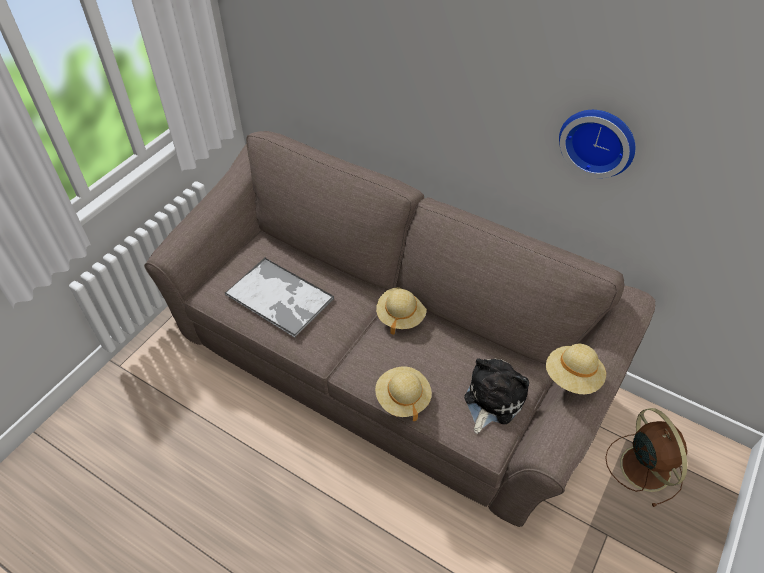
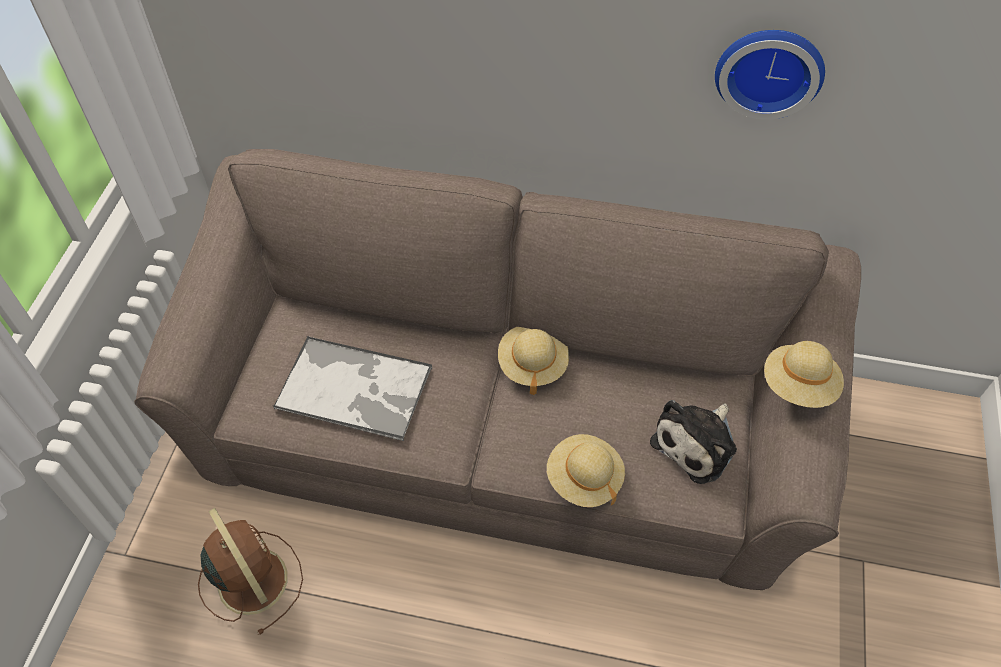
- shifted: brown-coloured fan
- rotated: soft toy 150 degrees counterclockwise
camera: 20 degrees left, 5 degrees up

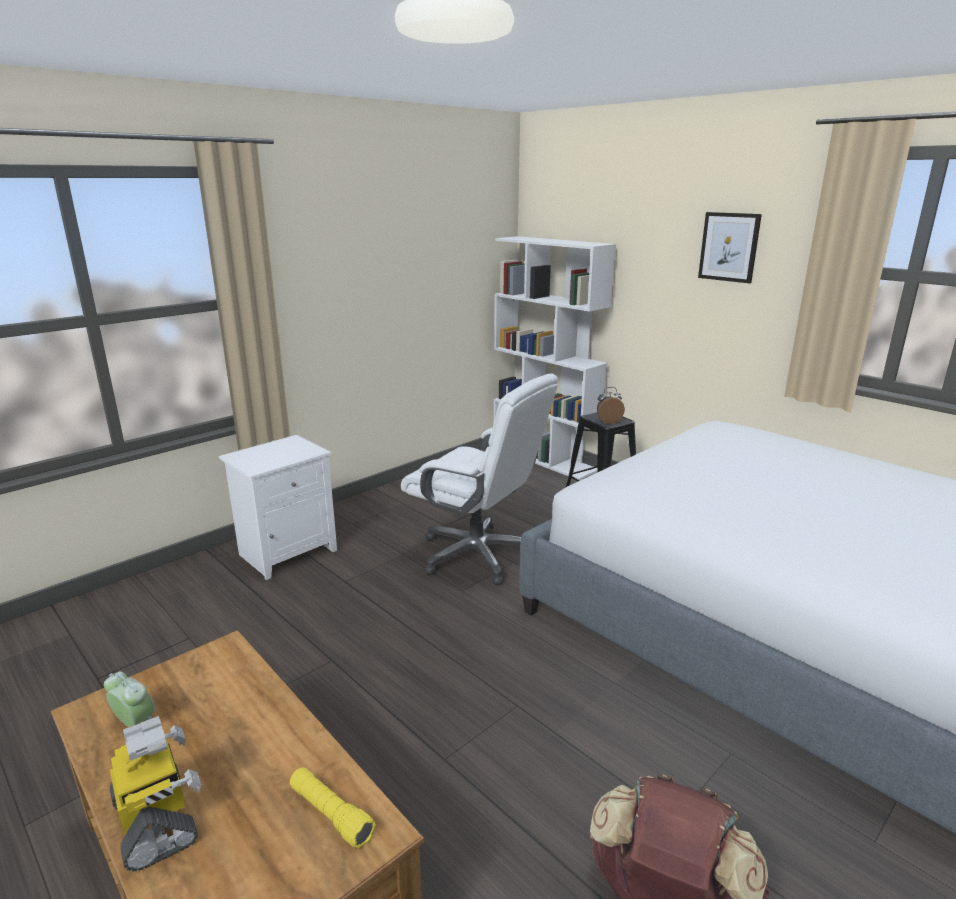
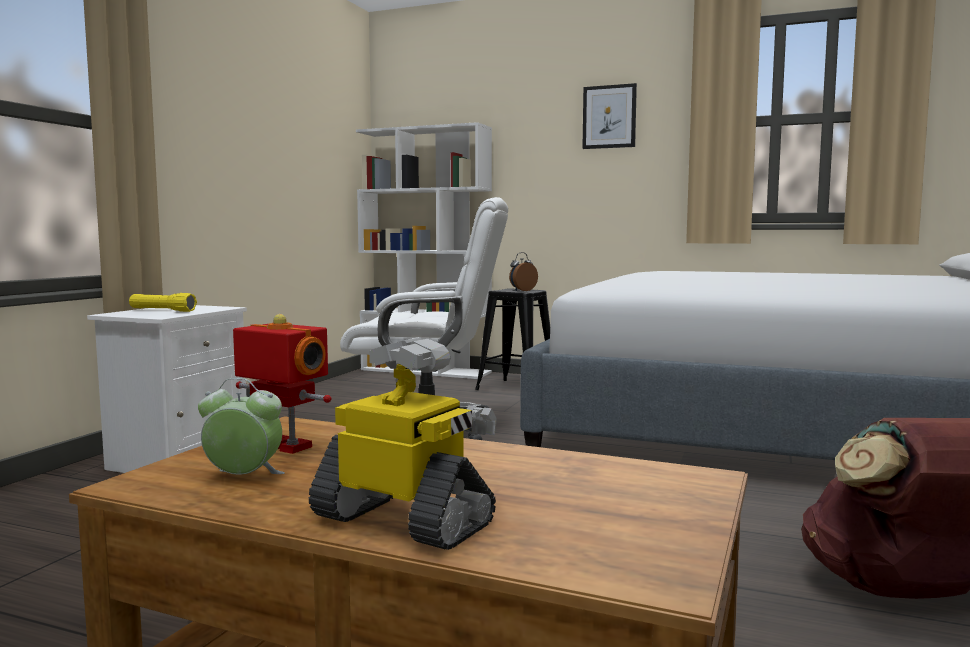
- new: toy robot (no. 1 from left)
- shifted: yellowish hand torch
camera: 25 degrees left, 15 degrees down

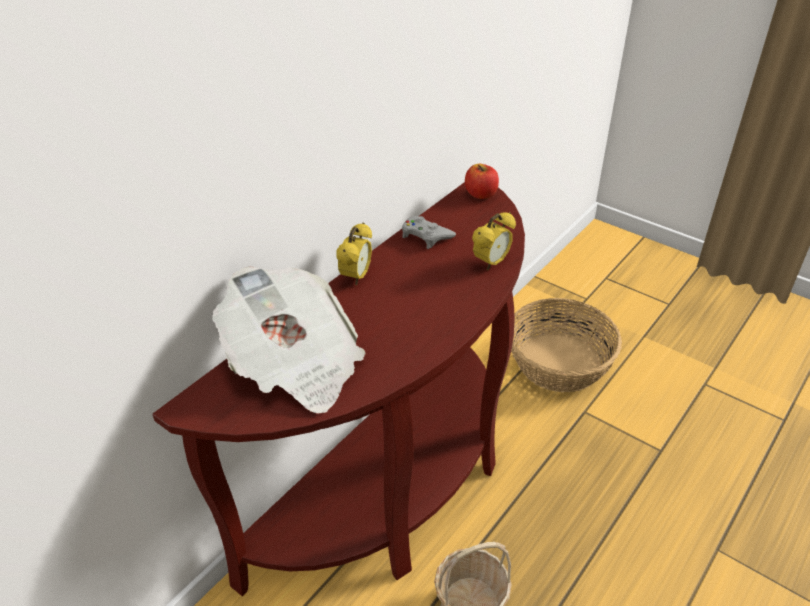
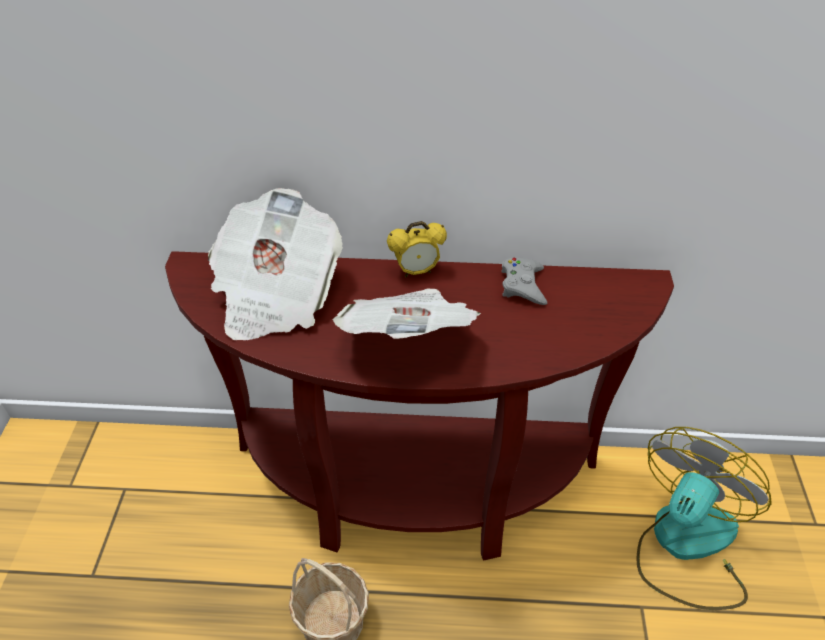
- gone: whole apple
- gone: table clock (no. 2 from left)
- new: printed paper (no. 2 from left)
- swapped: storage basket (no. 2 from left) to fan
camera: 55 degrees right, 5 degrees up

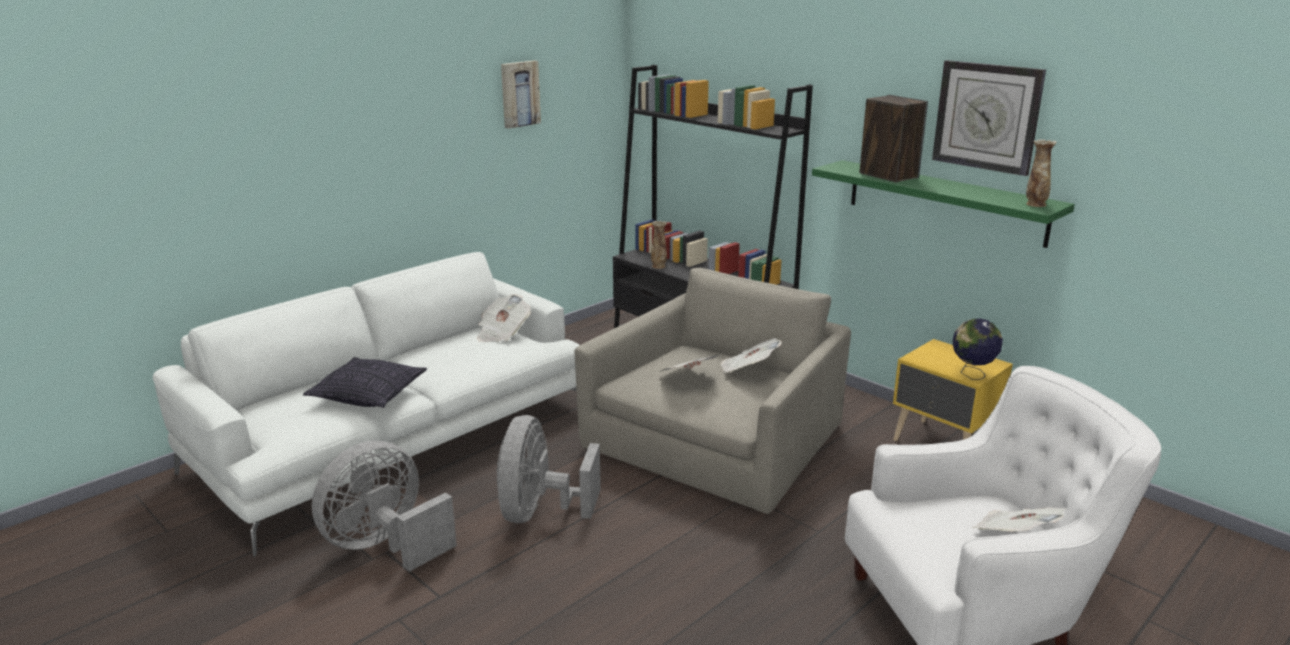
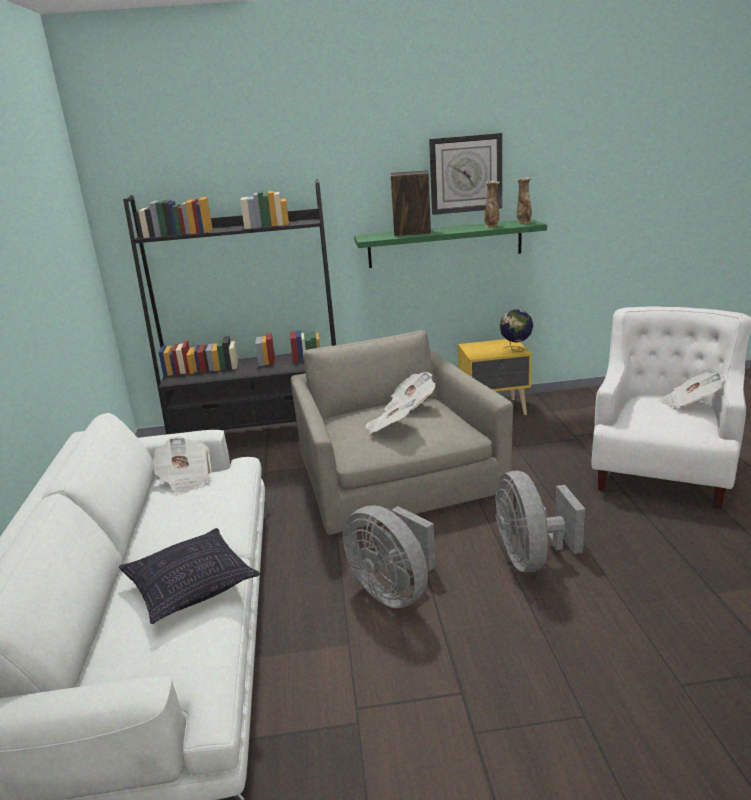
- gone: wall picture
- shifted: grey fan (no. 1 from left in the first image) to grey fan (no. 2 from left)
- shifted: vase (no. 1 from left)
camera: 50 degrees left, 0 degrees up

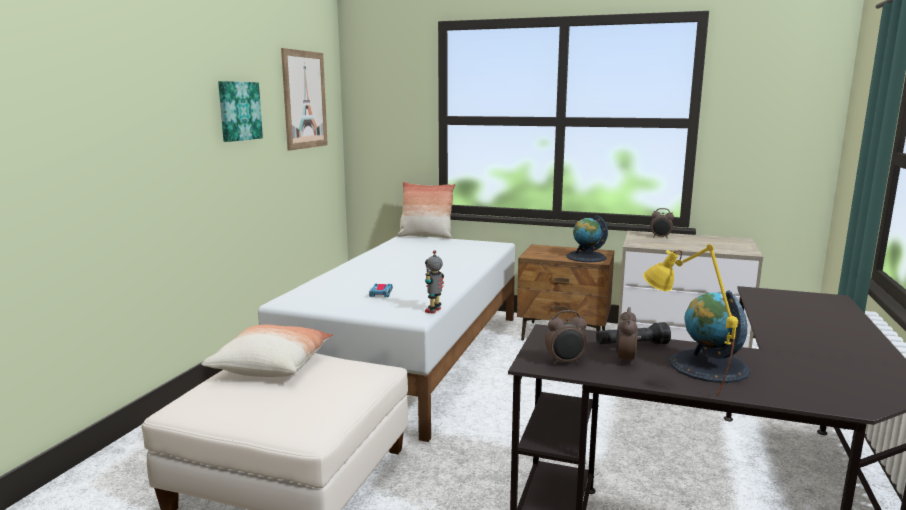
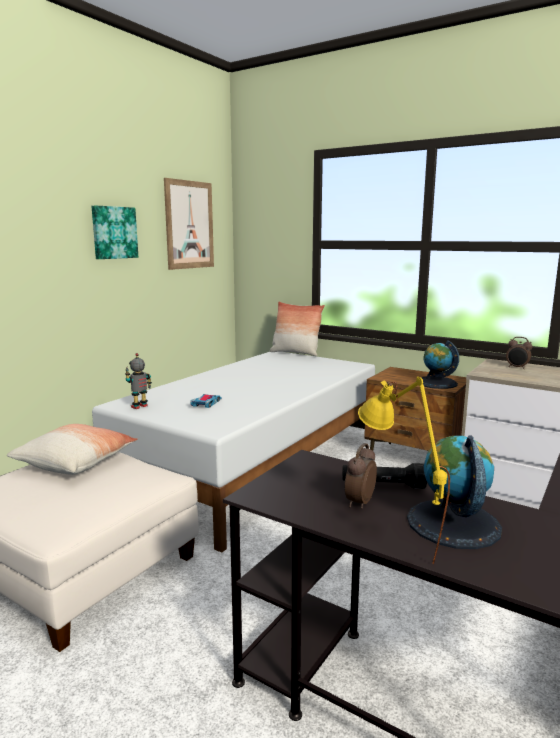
- gone: table clock (no. 1 from left)
- shifted: toy robot
camera: 15 degrees right, 0 degrees up

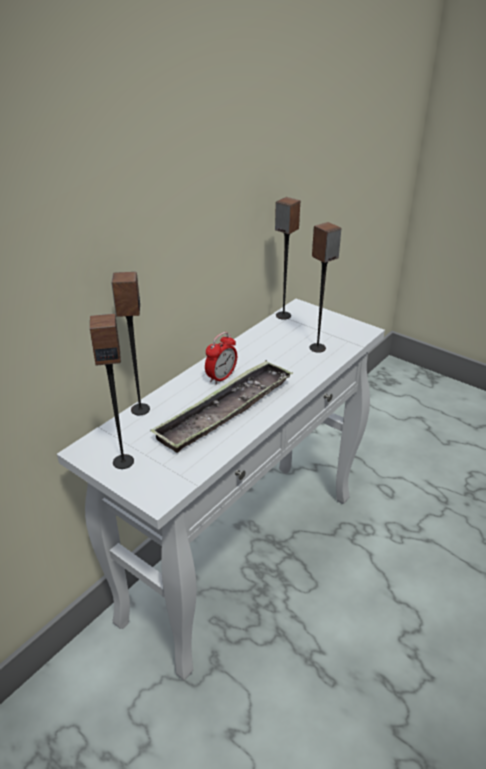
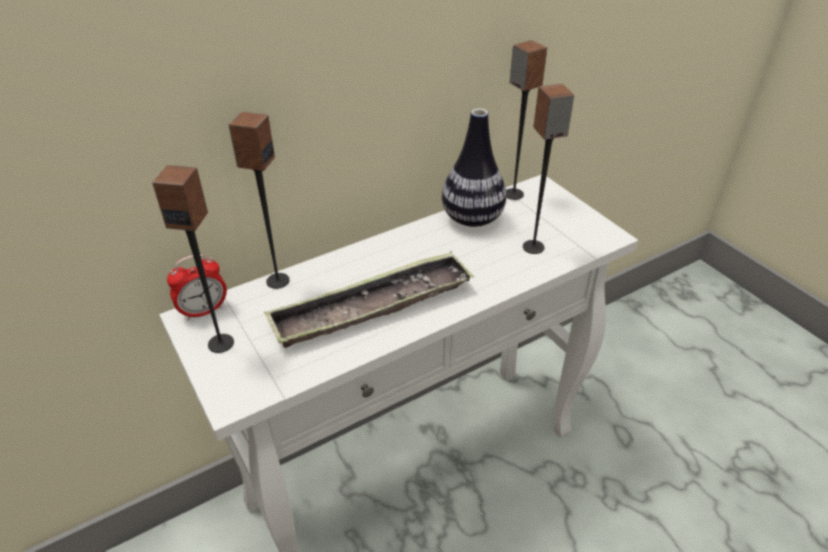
- new: vase
- shifted: table clock
camera: 20 degrees right, 5 degrees up

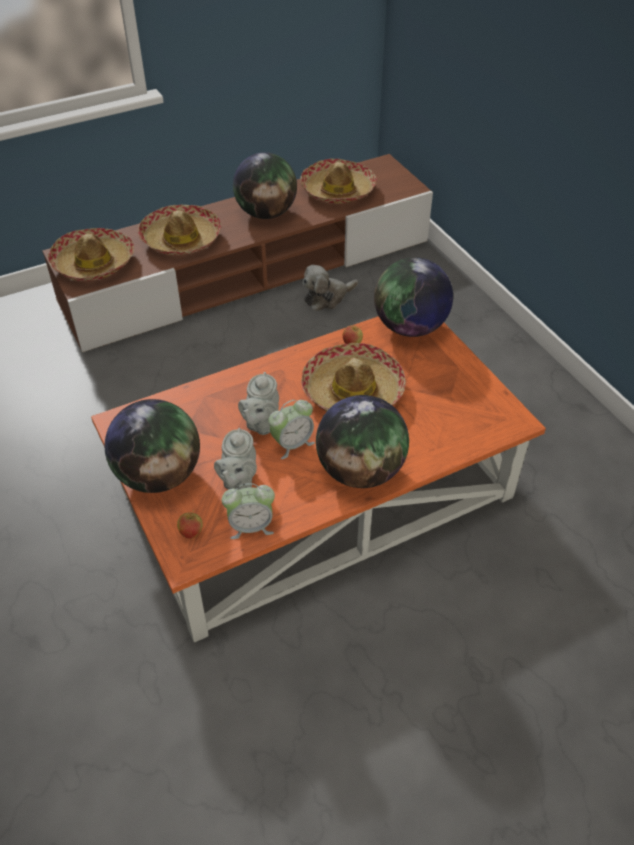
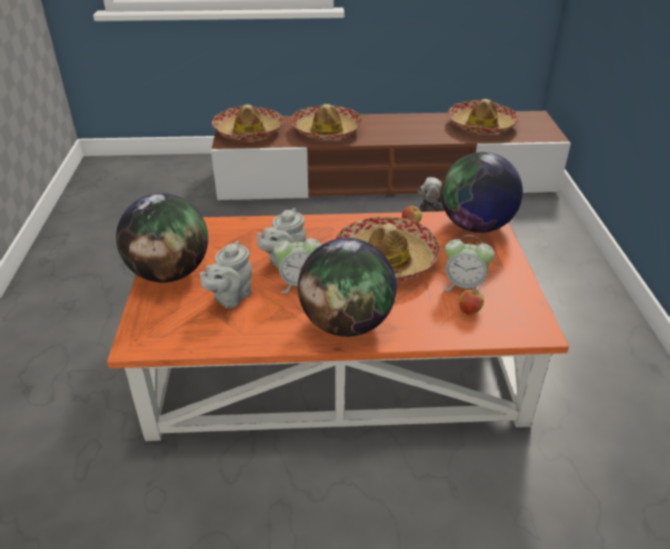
- gone: globe (no. 2 from left)
- shifted: whole apple (no. 1 from left in the first image) to whole apple (no. 2 from left)
- shifted: table clock (no. 1 from left in the first image) to table clock (no. 2 from left)
camera: 25 degrees right, 10 degrees down

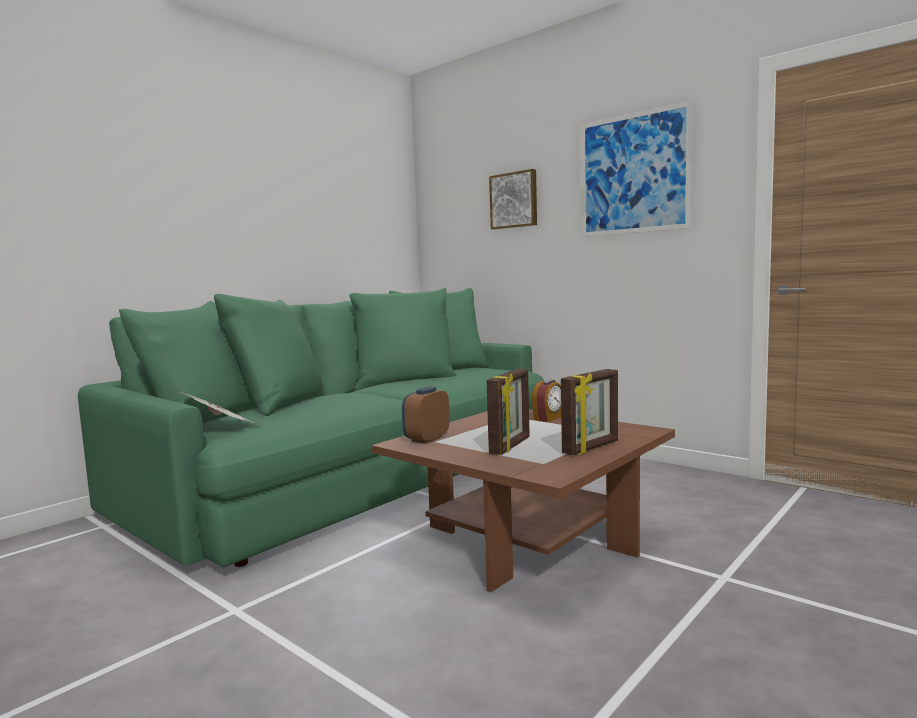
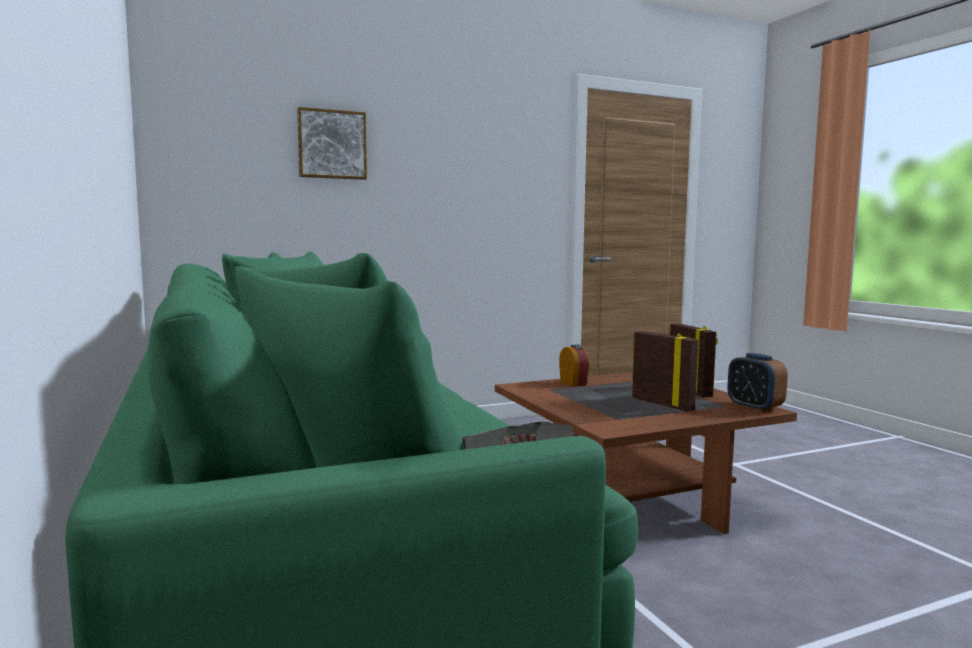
- gone: wall picture (no. 2 from left)
- shifted: table clock (no. 1 from left in the first image) to table clock (no. 2 from left)
camera: 65 degrees left, 0 degrees up

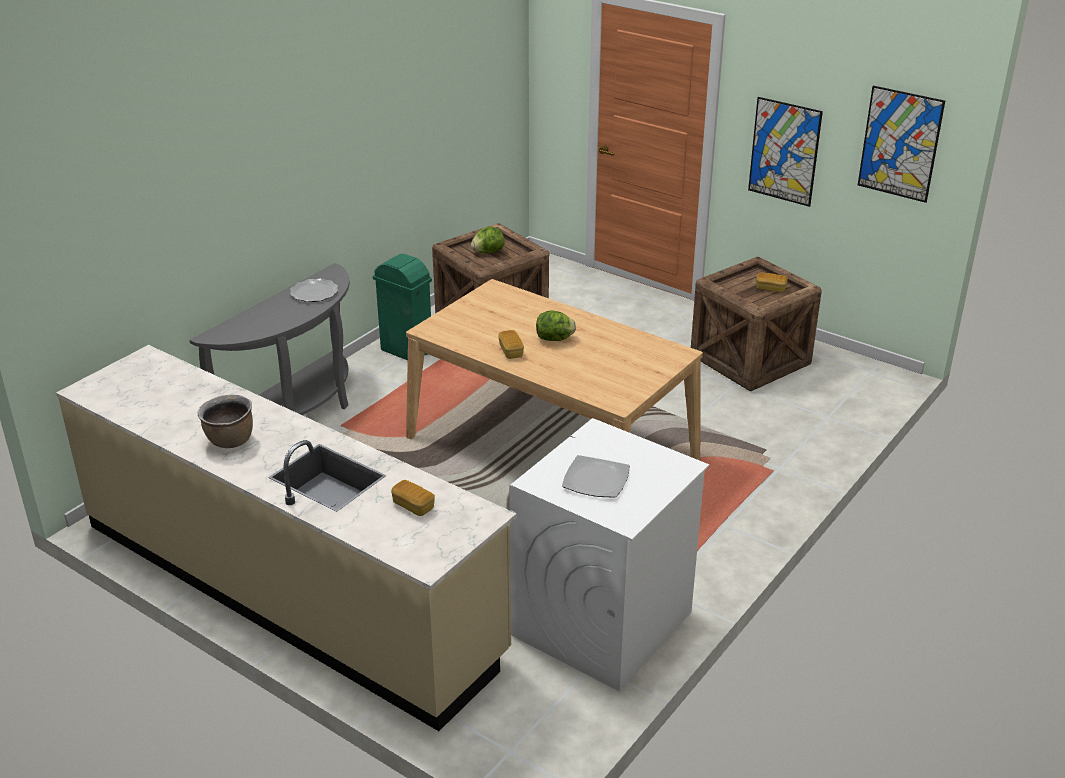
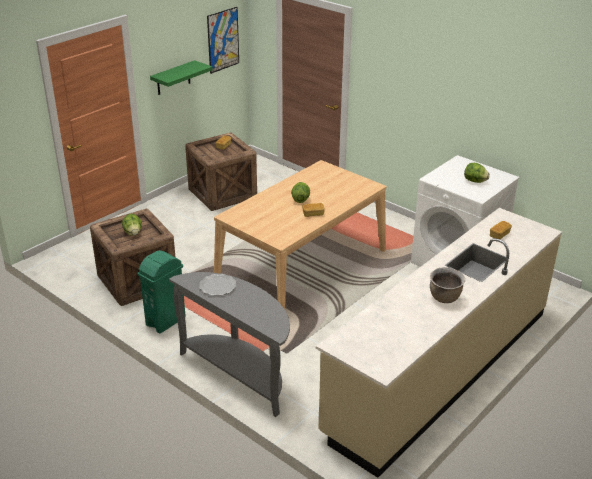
- swapped: plate (no. 2 from left) to lettuce head (no. 3 from left)
- swapped: wall picture (no. 1 from left) to greenish bracket shelf
camera: 85 degrees left, 0 degrees up

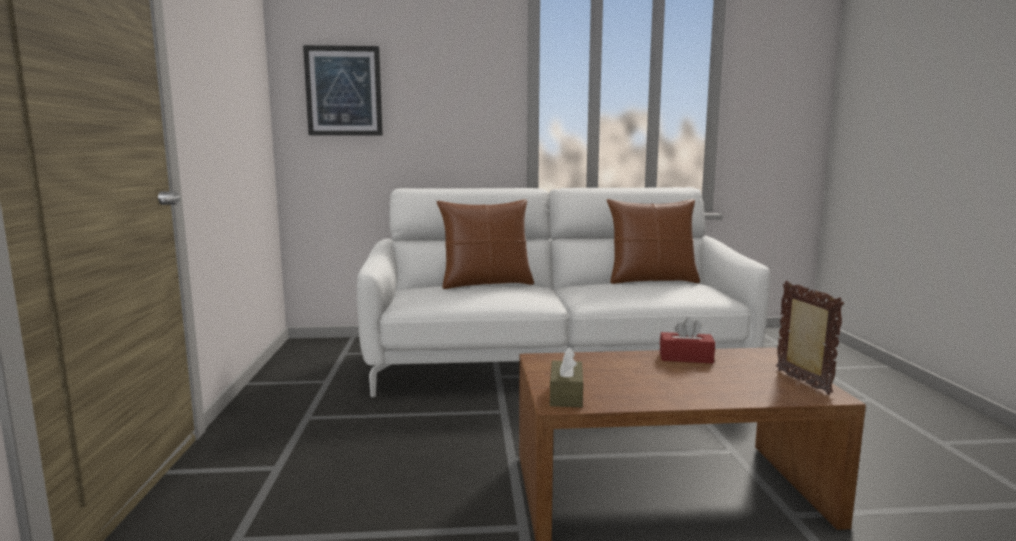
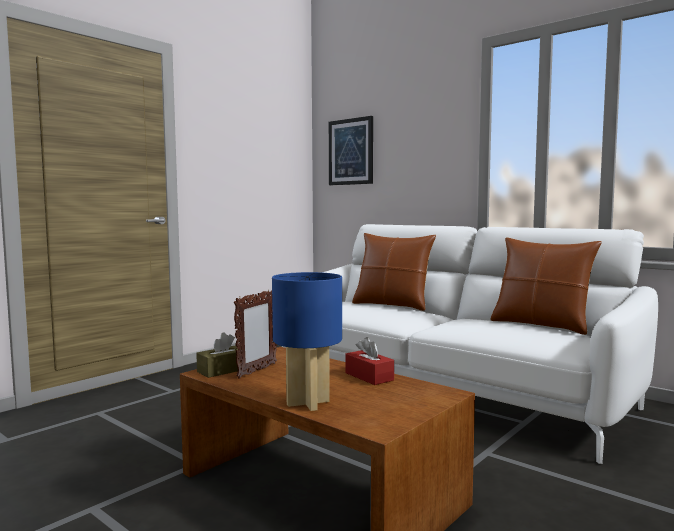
- new: bluish table lamp
- shifted: picture frame
camera: 45 degrees right, 5 degrees down

